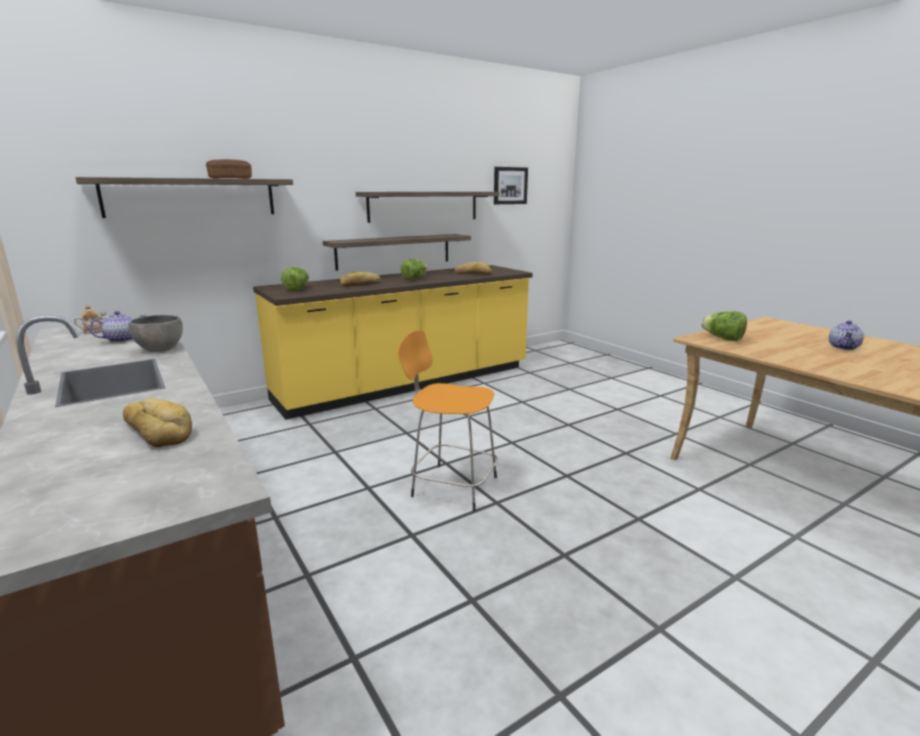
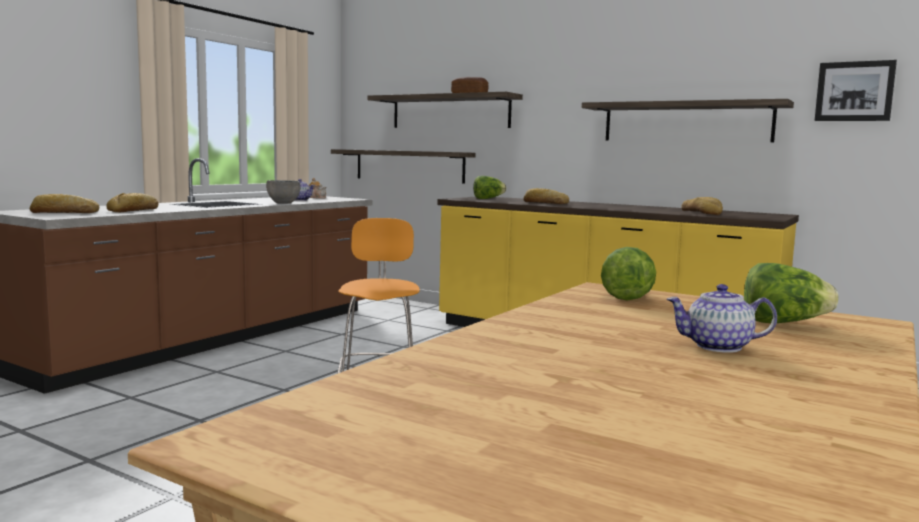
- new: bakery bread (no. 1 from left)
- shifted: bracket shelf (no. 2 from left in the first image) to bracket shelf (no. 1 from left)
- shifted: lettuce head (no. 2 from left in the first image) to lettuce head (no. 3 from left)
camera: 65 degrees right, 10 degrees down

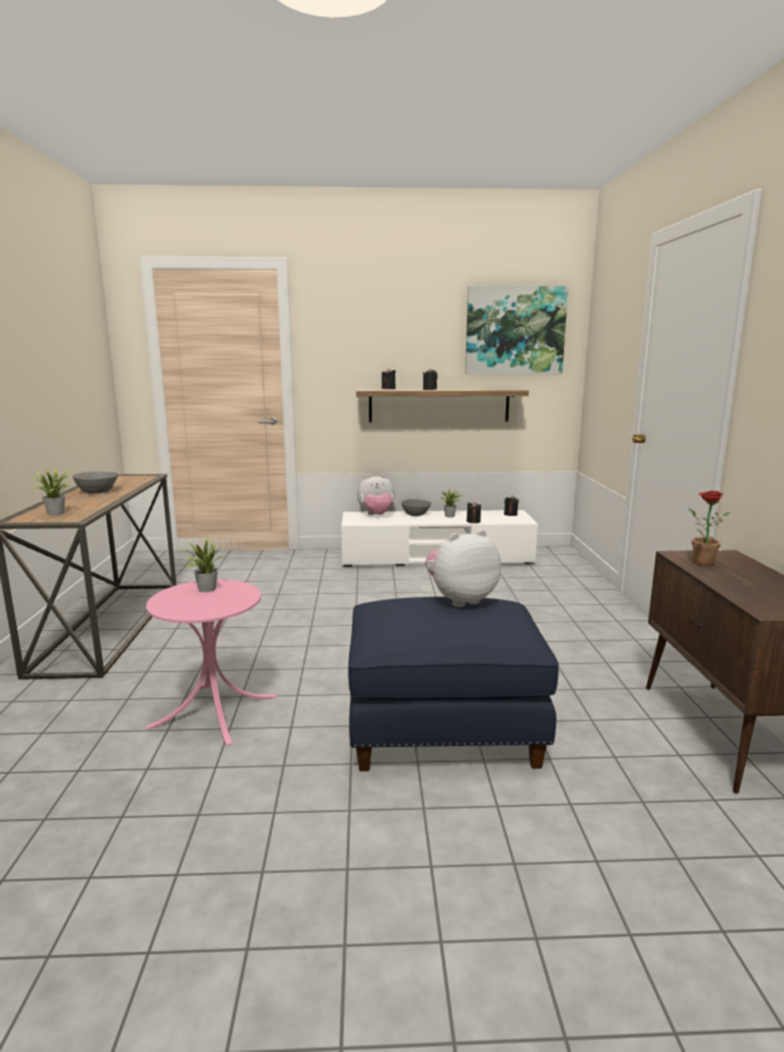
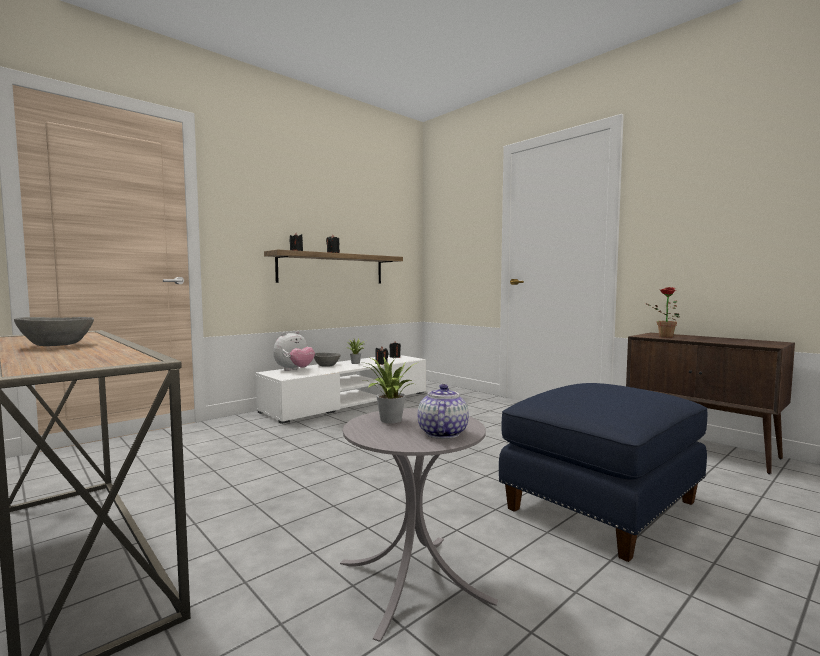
- gone: houseplant (no. 1 from left)
- gone: soft toy (no. 2 from left)
- gone: wall picture
- new: teapot
- repainted: pinkish accent table to grey accent table
camera: 40 degrees left, 10 degrees down

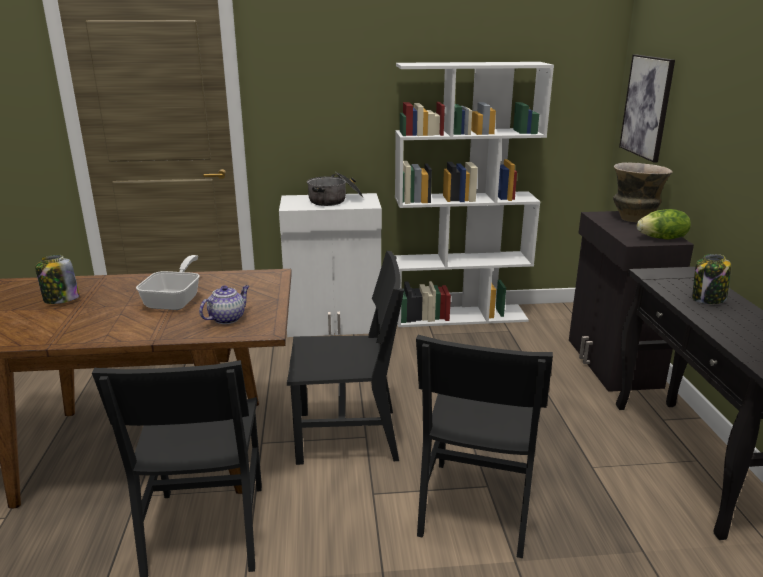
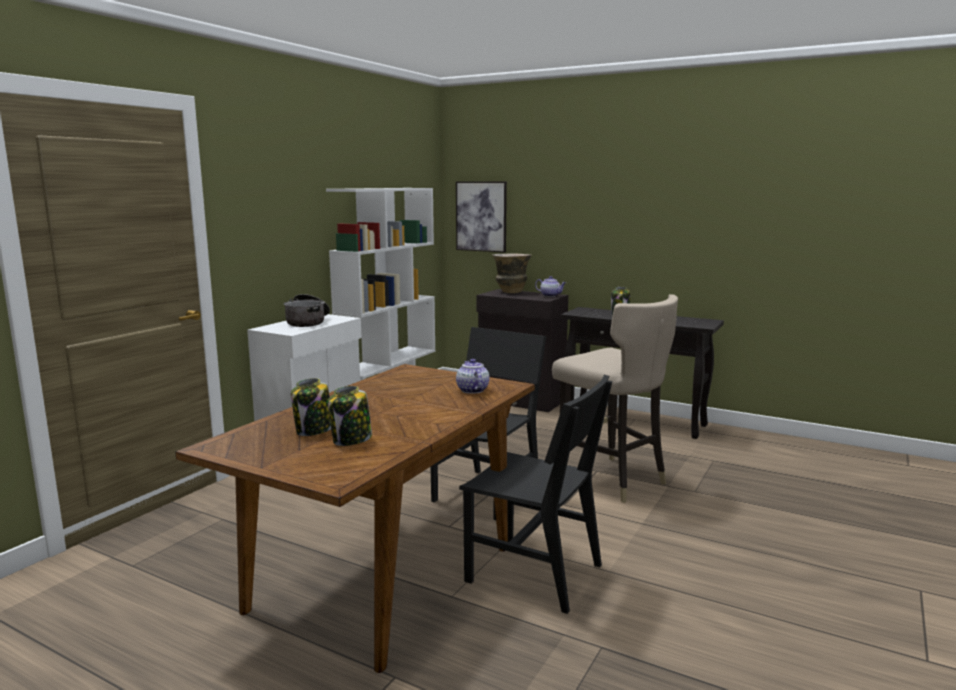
- gone: frying pan
- new: storage jar (no. 2 from left)
- swapped: black chair (no. 3 from left) to beige-coloured sitting stool
- swapped: lettuce head to teapot (no. 2 from left)
camera: 55 degrees left, 10 degrees down

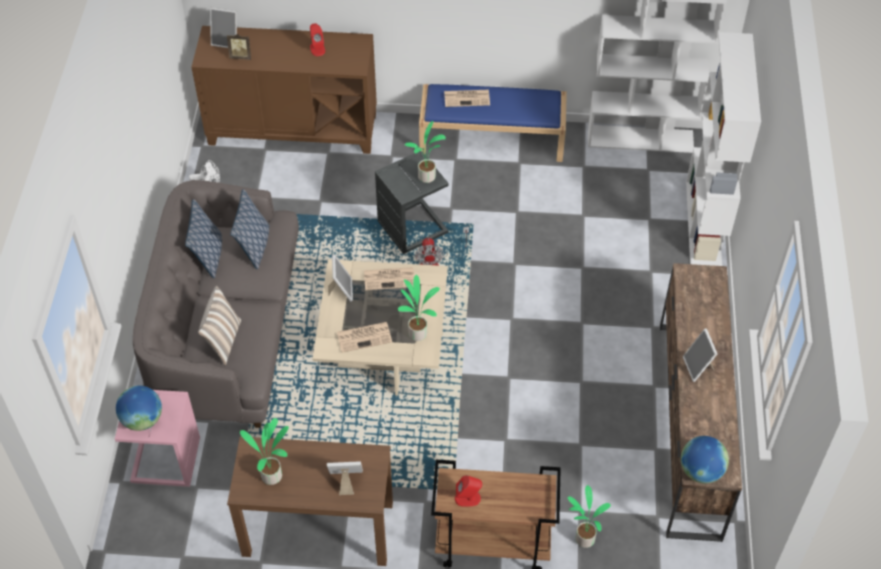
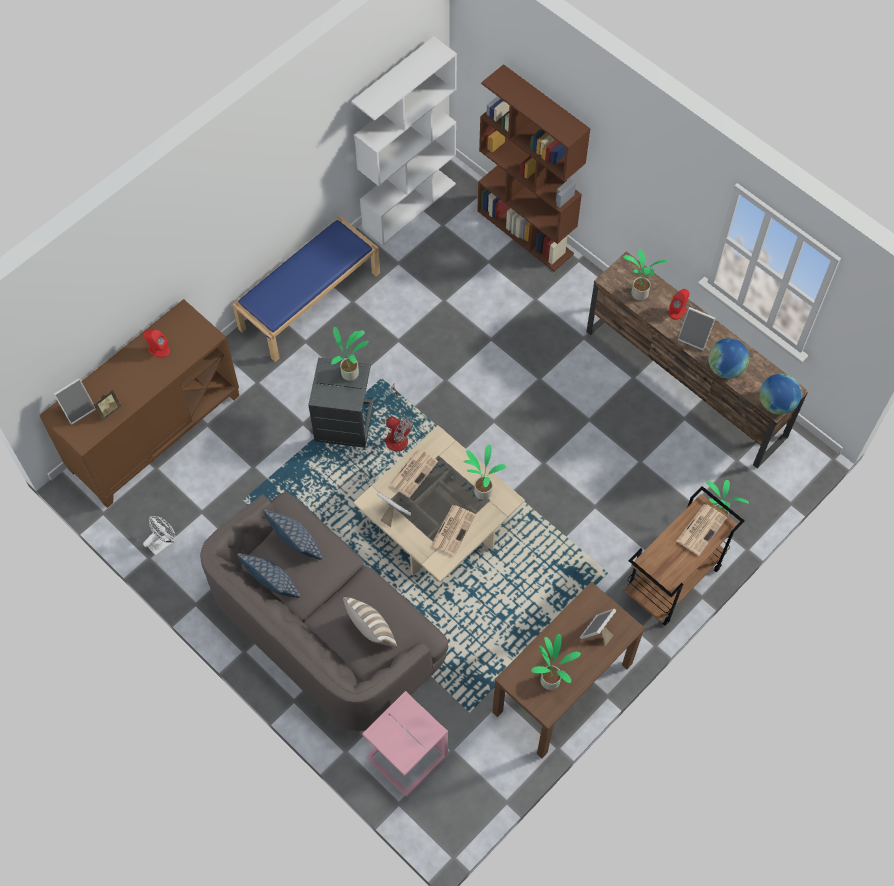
- new: houseplant (no. 4 from left)
- shifted: globe (no. 1 from left)
- shifted: printed paper (no. 3 from left)
- shifted: red-coloured speaker (no. 2 from left)
- repainted: white-coloured bookcase (no. 2 from left) to brown-coloured bookcase
camera: 50 degrees left, 10 degrees up

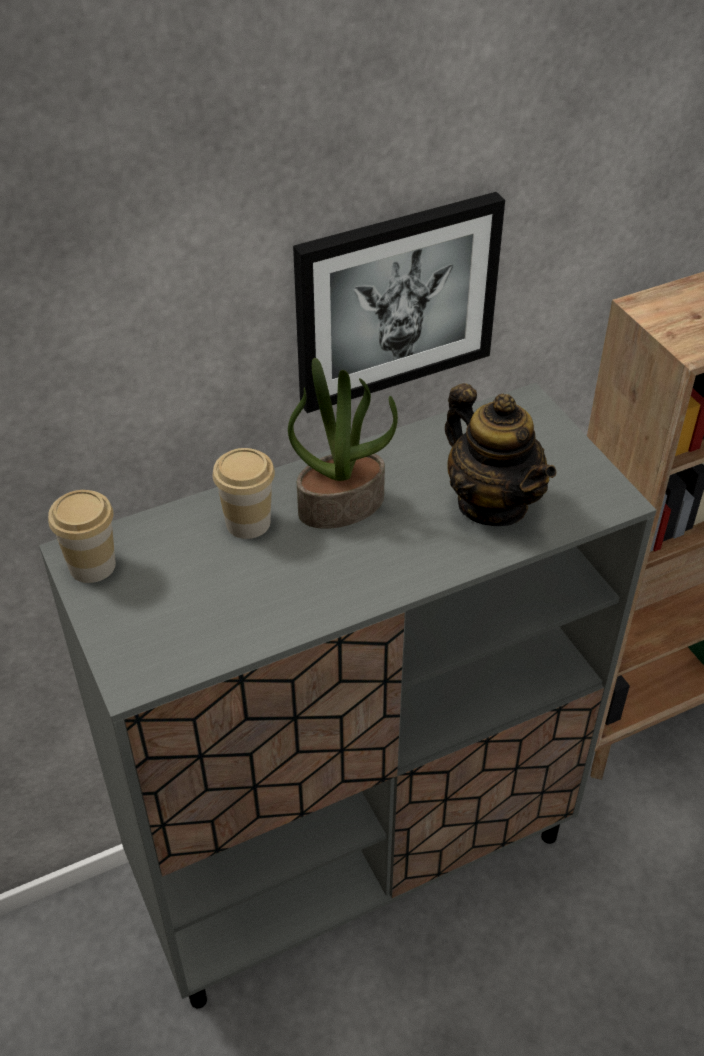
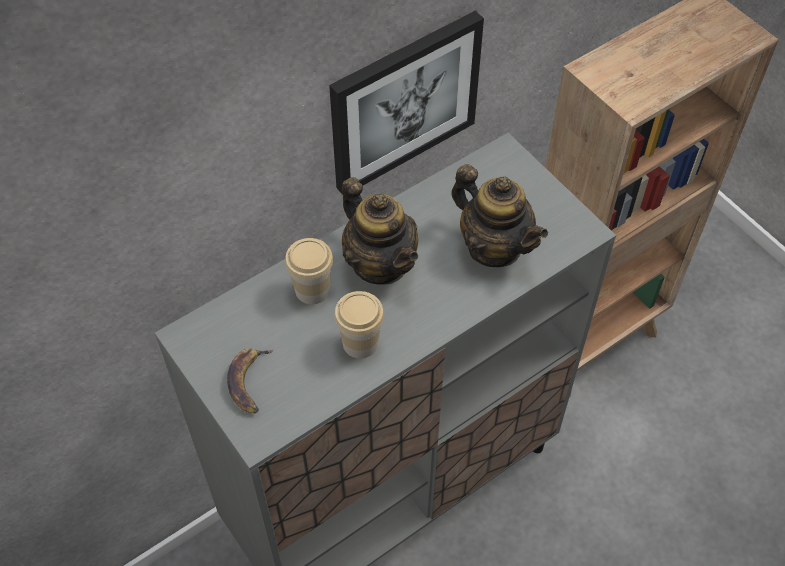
- new: whole banana
- shifted: small cup (no. 1 from left in the first image) to small cup (no. 2 from left)
- swapped: houseplant to teapot (no. 1 from left)
camera: 10 degrees left, 10 degrees up

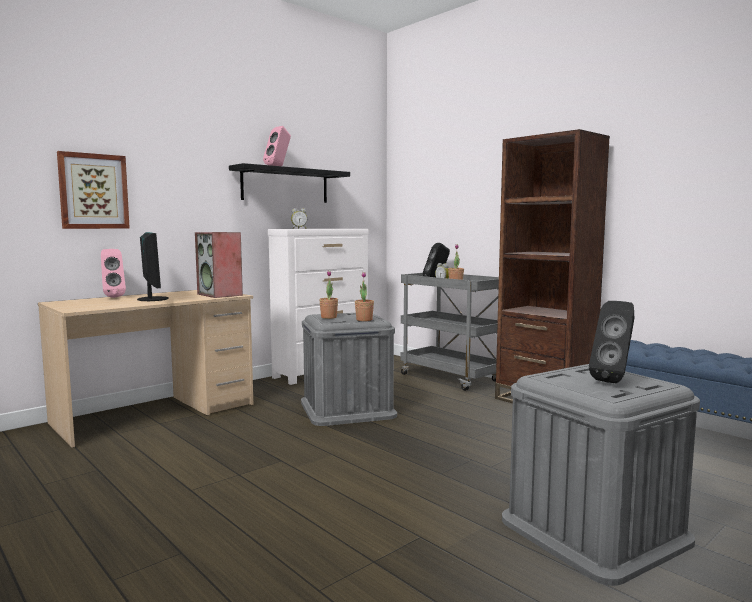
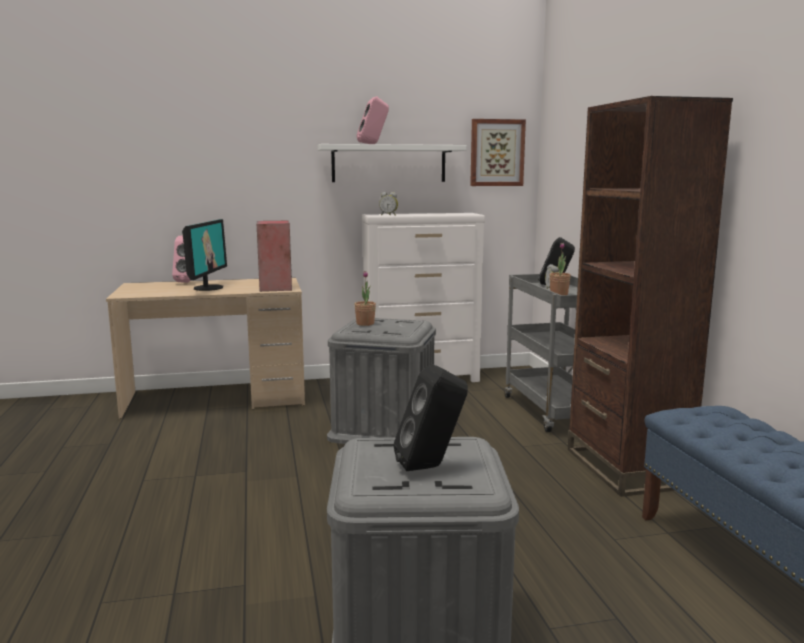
- gone: houseplant (no. 2 from left)
- shifted: wall picture
- repainted: black bracket shelf to white-coloured bracket shelf
camera: 30 degrees right, 5 degrees up

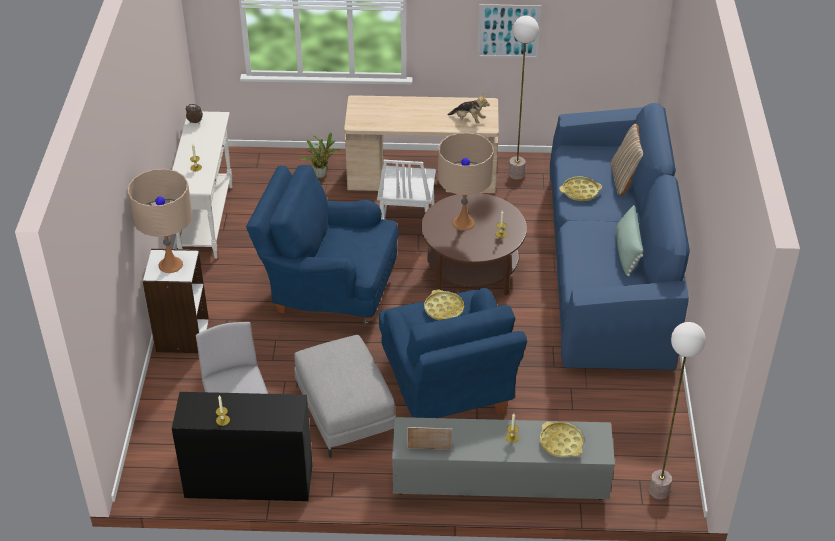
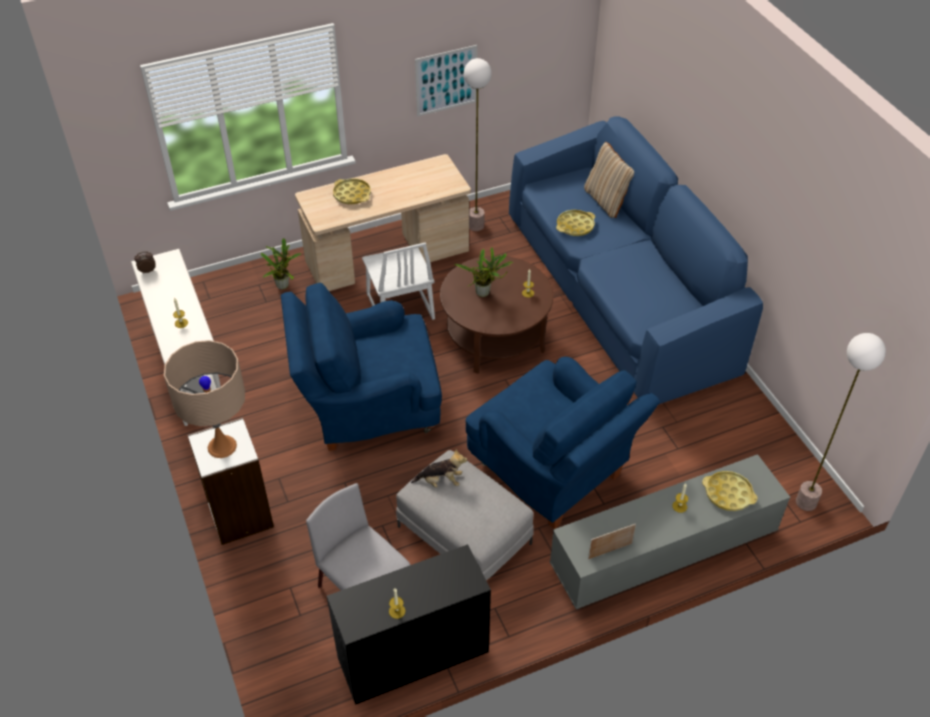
- gone: greenish pillow
- shifted: yellowish tray (no. 1 from left)
- shifted: soft toy
- swapped: beige-coloured table lamp (no. 2 from left) to houseplant (no. 2 from left)
camera: 25 degrees left, 5 degrees up

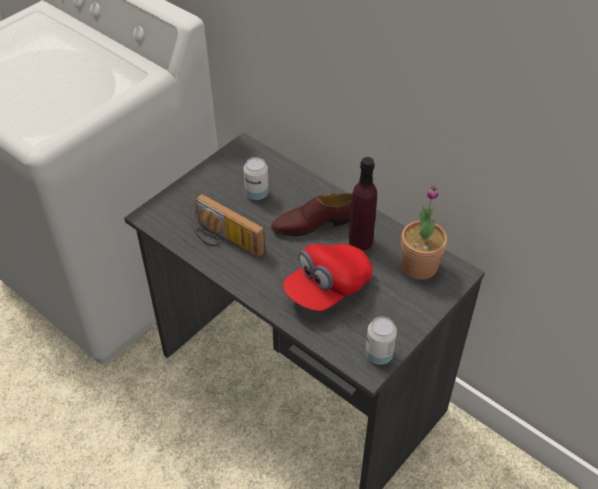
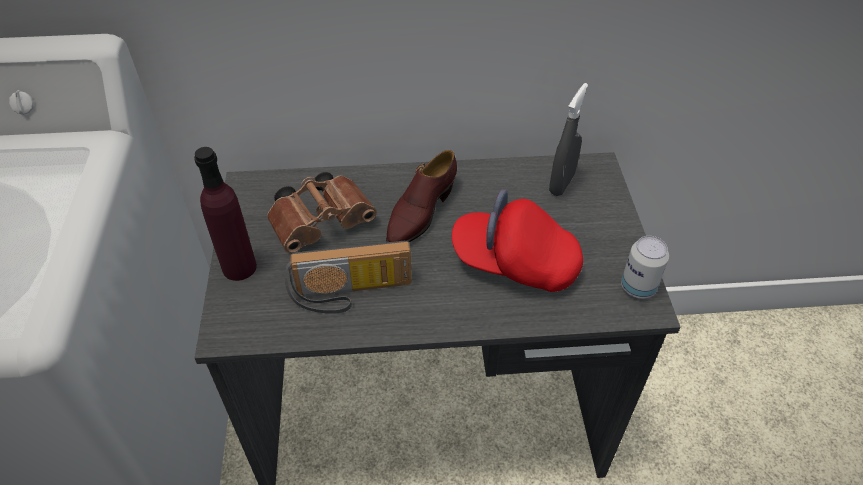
- shifted: purple-coloured beverage bottle
- swapped: can (no. 1 from left) to brown-coloured binoculars
- swapped: houseplant to grey sprayer
- rotated: red-coloured cap 105 degrees clockwise
camera: 45 degrees left, 0 degrees up

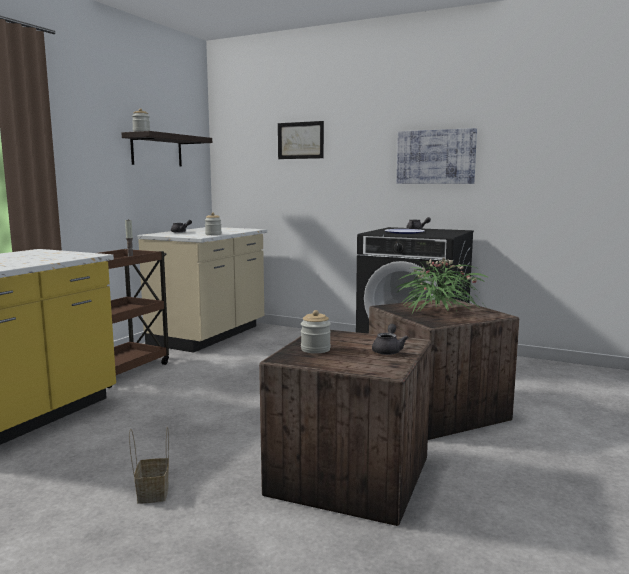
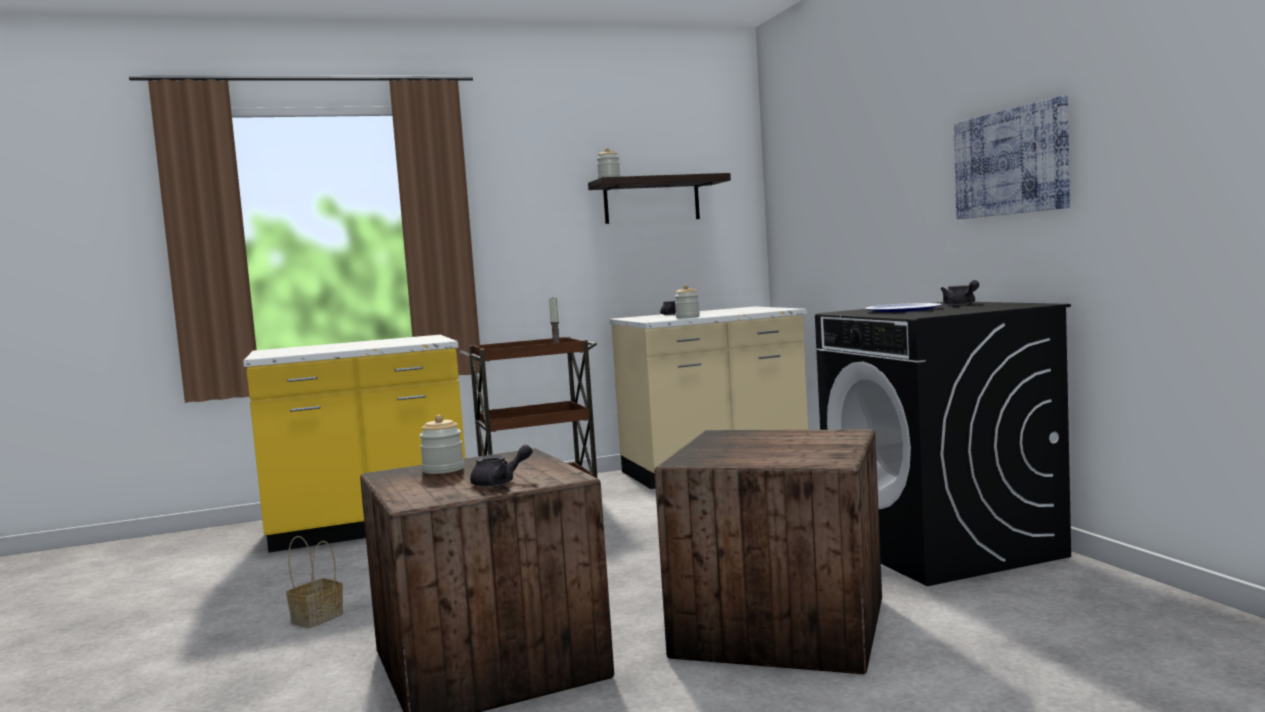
- gone: wall picture (no. 1 from left)
- gone: houseplant
camera: 45 degrees right, 5 degrees down

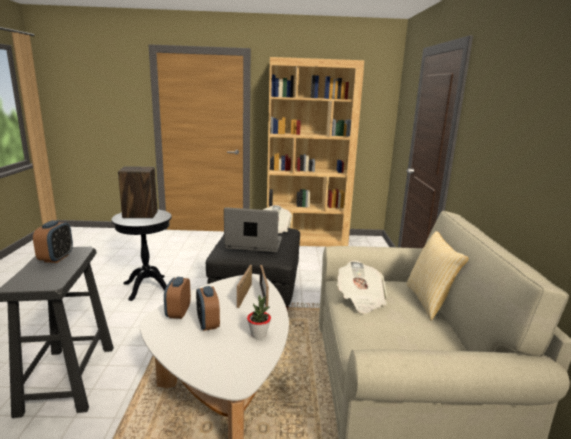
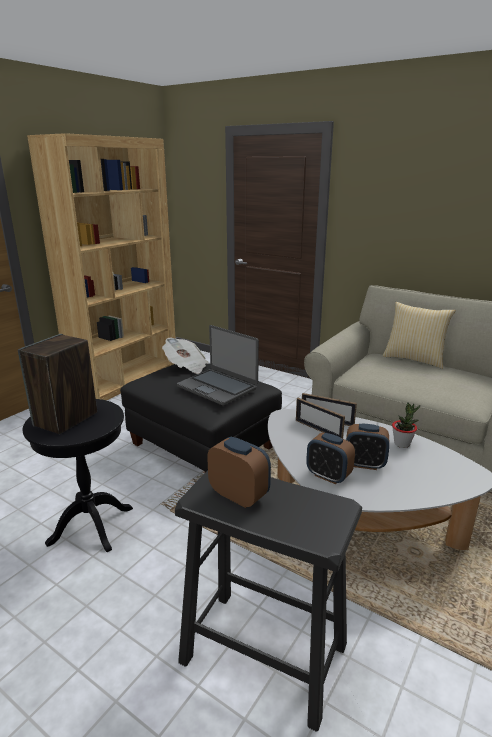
- gone: printed paper (no. 2 from left)
- rotated: notebook computer 90 degrees counterclockwise
camera: 55 degrees left, 5 degrees up

